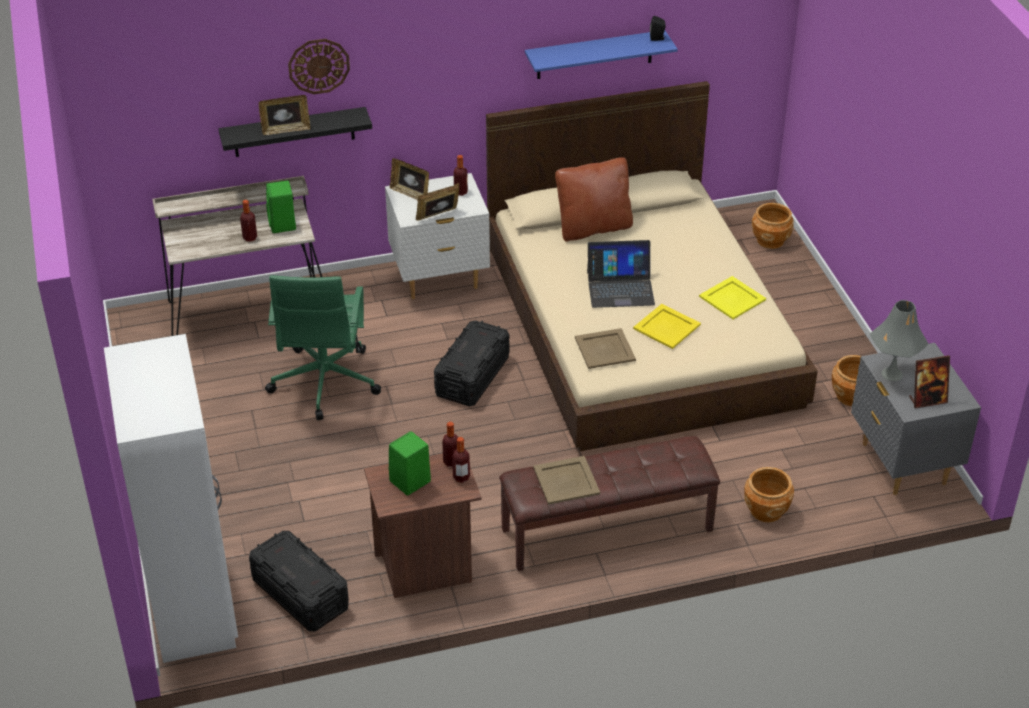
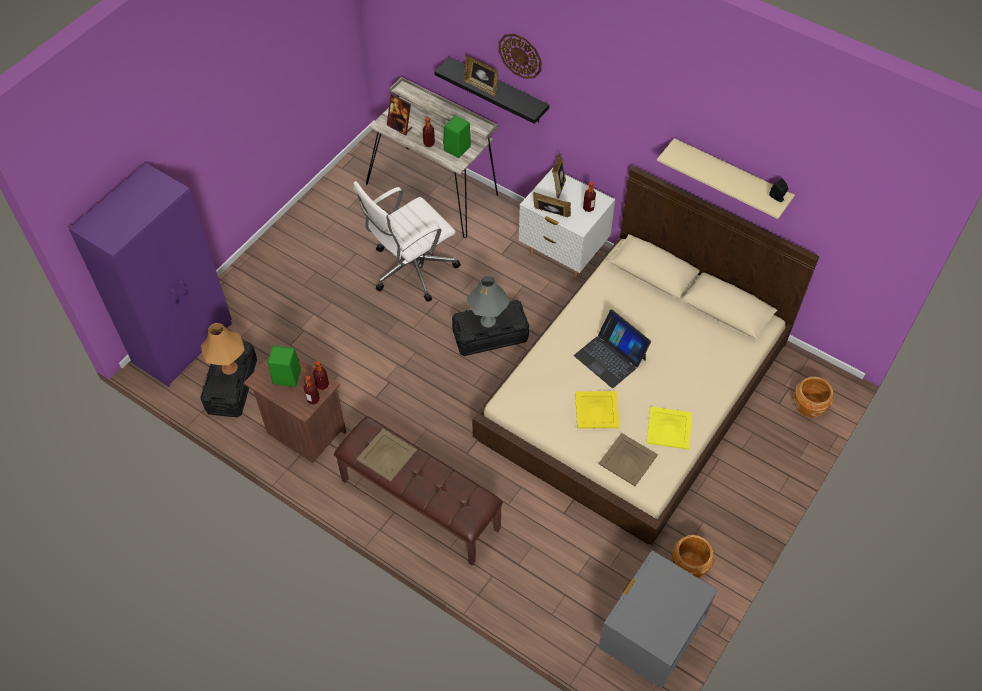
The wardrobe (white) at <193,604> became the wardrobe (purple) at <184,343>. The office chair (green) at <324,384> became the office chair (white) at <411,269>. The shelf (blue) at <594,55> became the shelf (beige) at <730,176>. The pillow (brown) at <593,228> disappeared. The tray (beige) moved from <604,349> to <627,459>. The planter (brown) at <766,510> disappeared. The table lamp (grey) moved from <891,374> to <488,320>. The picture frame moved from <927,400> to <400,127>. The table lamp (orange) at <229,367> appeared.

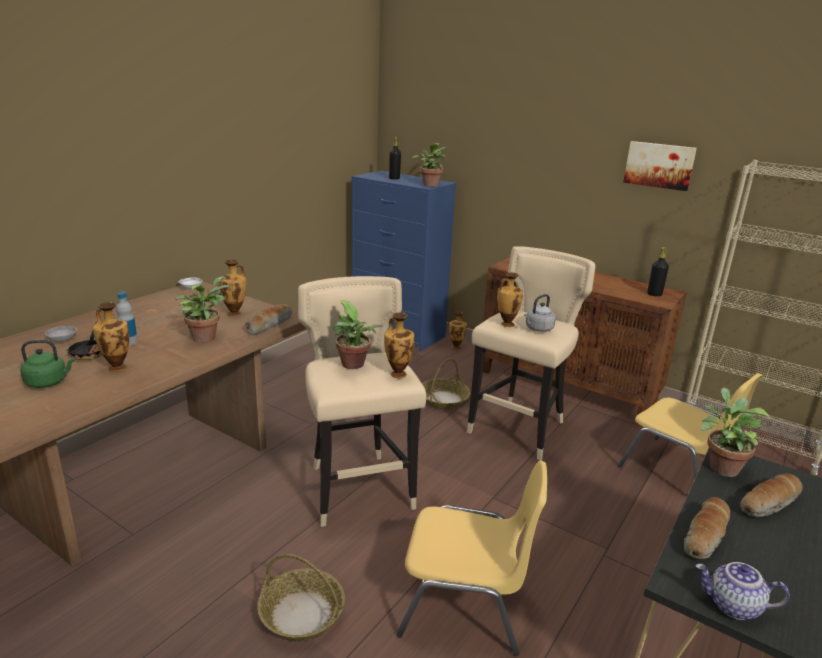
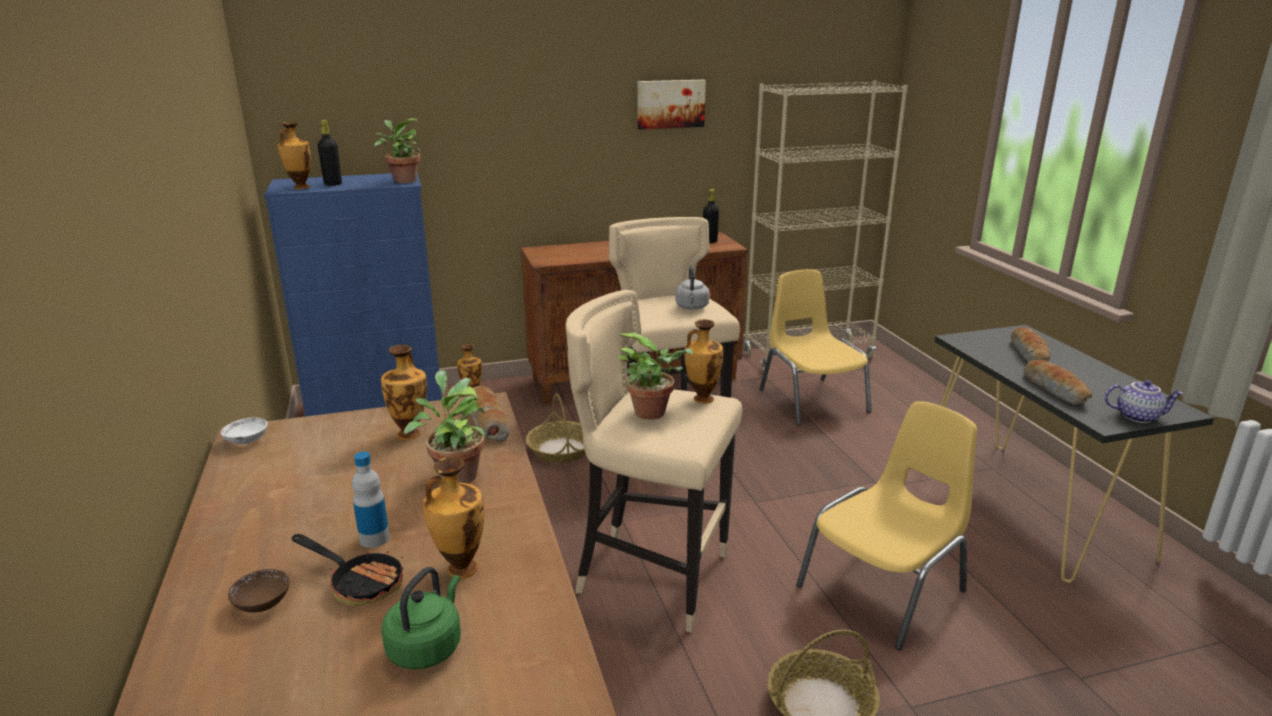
The bowl (grey) at <62,340> became the bowl (brown) at <263,603>. The vase moved from <506,324> to <300,187>. The chair (yellow) at <677,471> turned 105 degrees counterclockwise. The teapot at <733,606> turned 135 degrees counterclockwise. The potted plant at <720,466> disappeared.

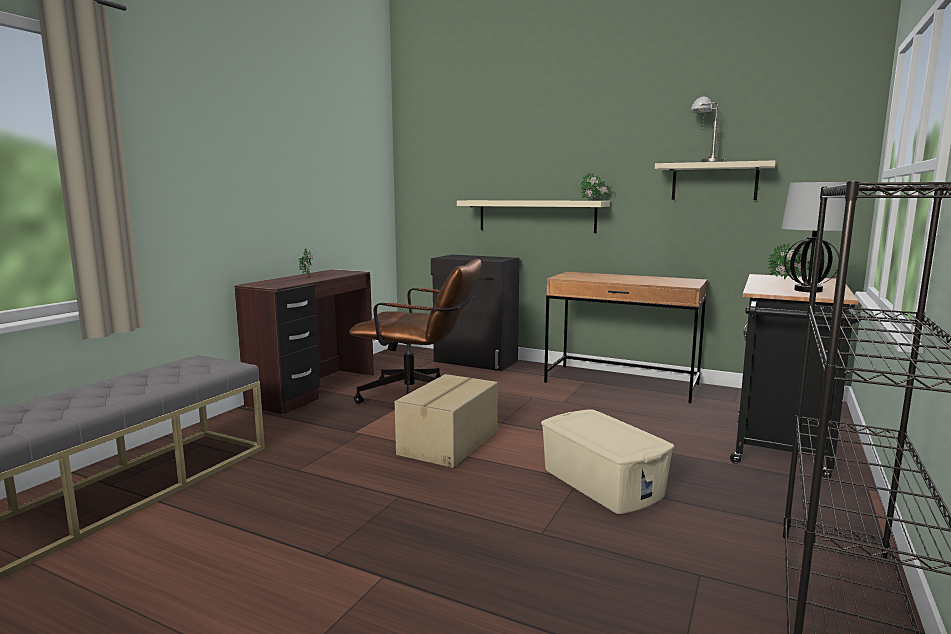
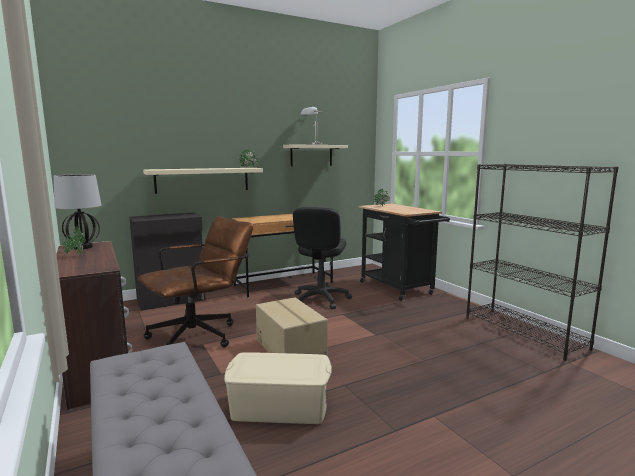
The storage box (beige) moved from <602,482> to <279,406>. The table lamp moved from <808,290> to <83,247>. The office chair (black) at <320,299> appeared.

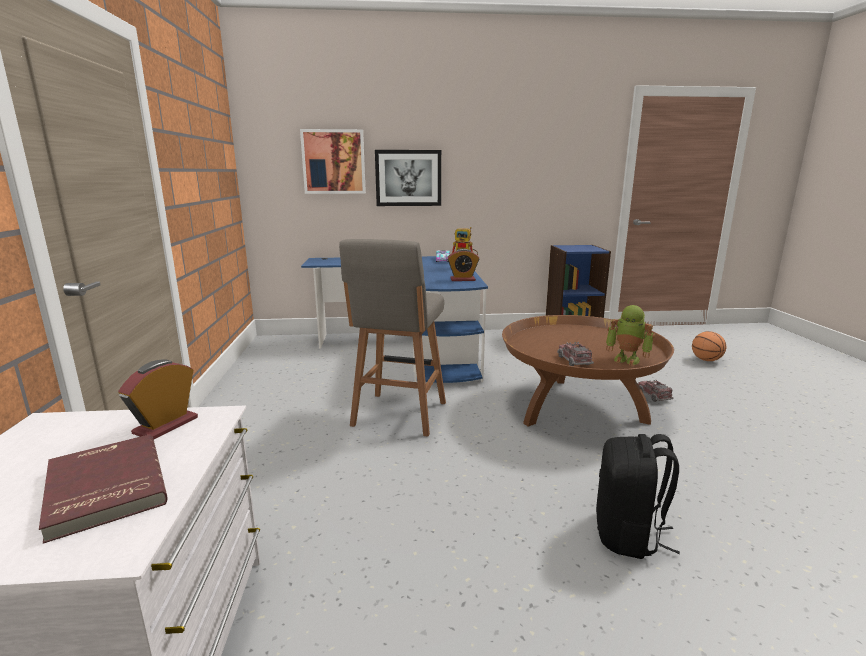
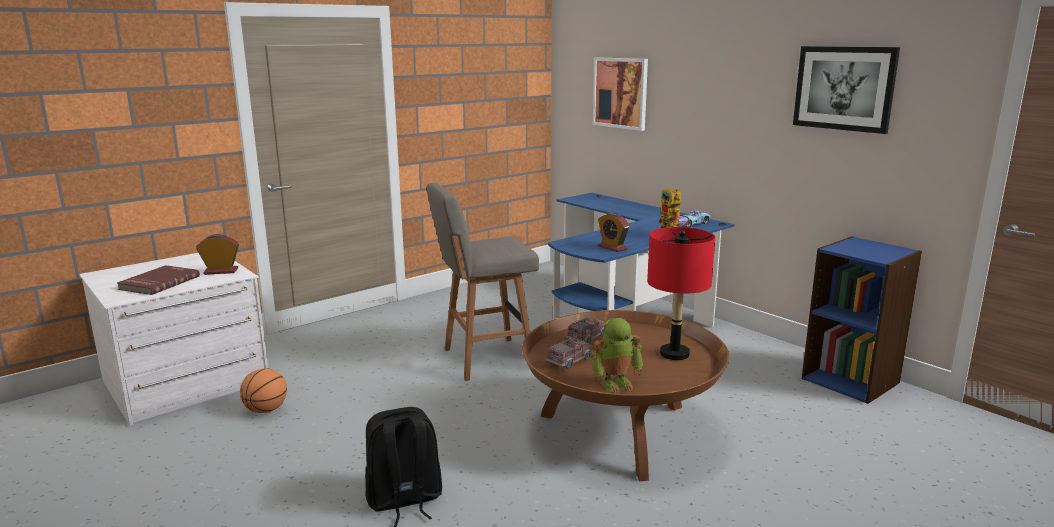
The picture moved from <408,178> to <844,88>. The toy robot at <627,359> turned 105 degrees counterclockwise. The toy truck moved from <653,396> to <587,337>. The basketball moved from <706,360> to <266,410>. The table lamp (red) at <674,354> appeared.

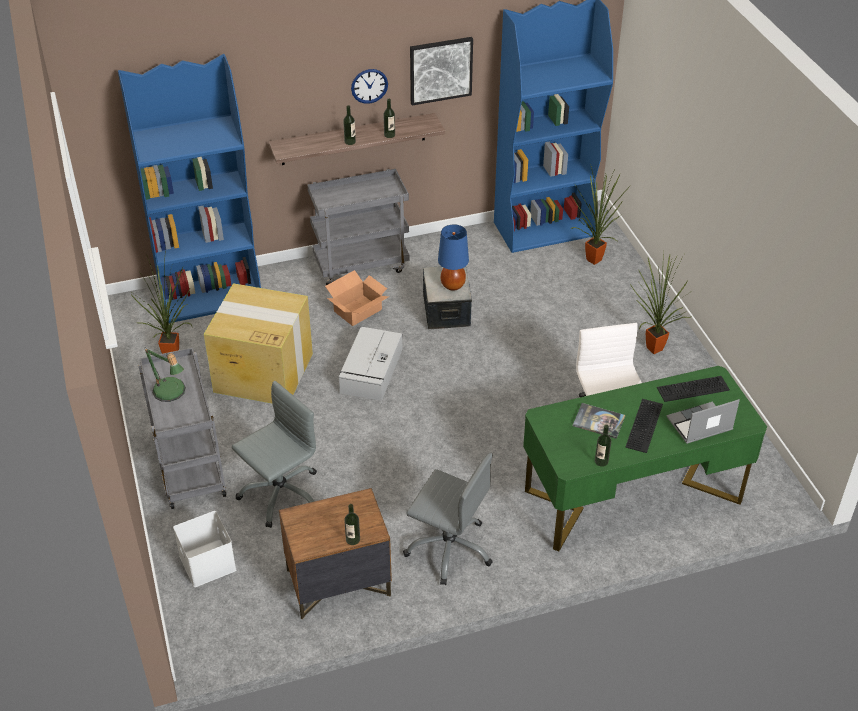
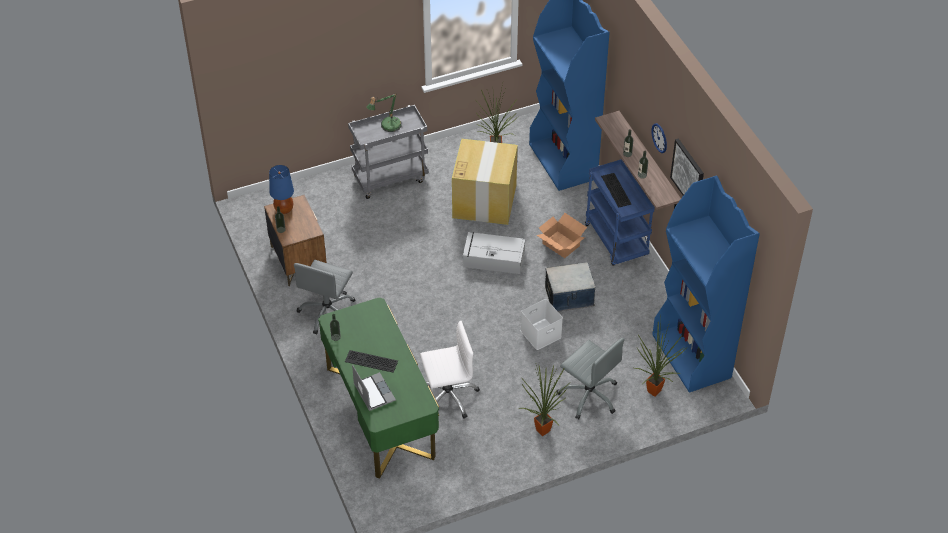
The storage box (white) moved from <206,562> to <541,333>. The office chair (grey) moved from <280,494> to <589,395>. The cart (grey) at <361,265> became the cart (blue) at <617,241>. The table lamp (blue) moved from <452,285> to <284,209>. The book at <598,421> disappeared. The keyboard moved from <693,390> to <615,190>.

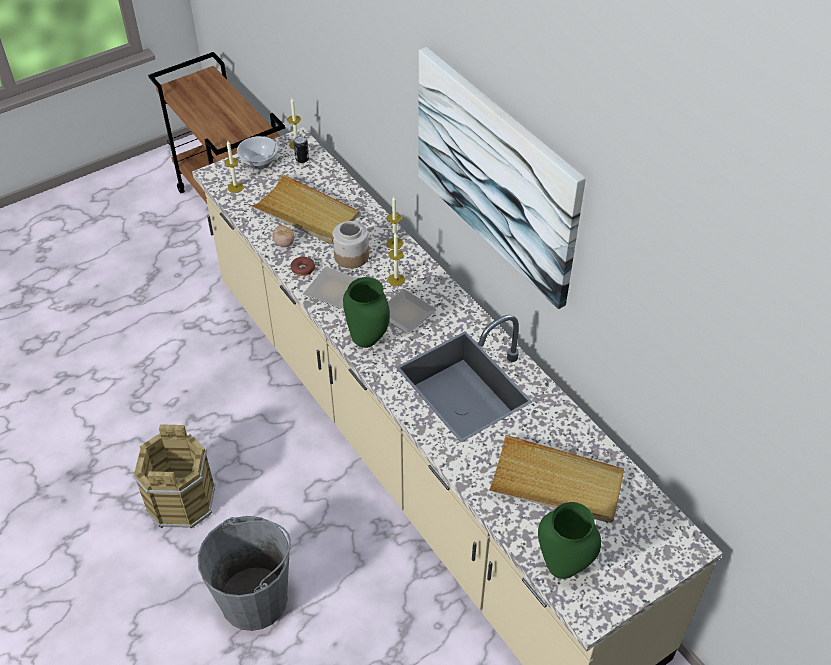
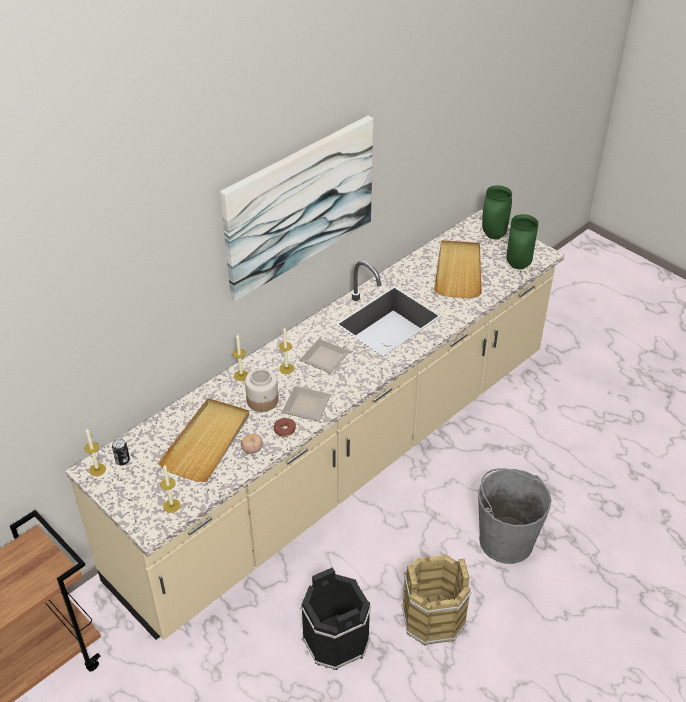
The bowl at <259,162> disappeared. The vase (green) moved from <367,341> to <494,236>. The bucket (black) at <335,640> appeared.

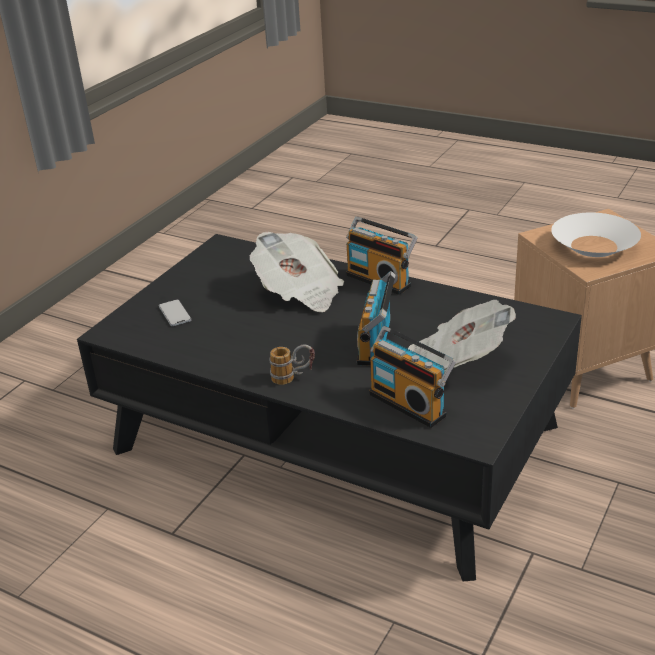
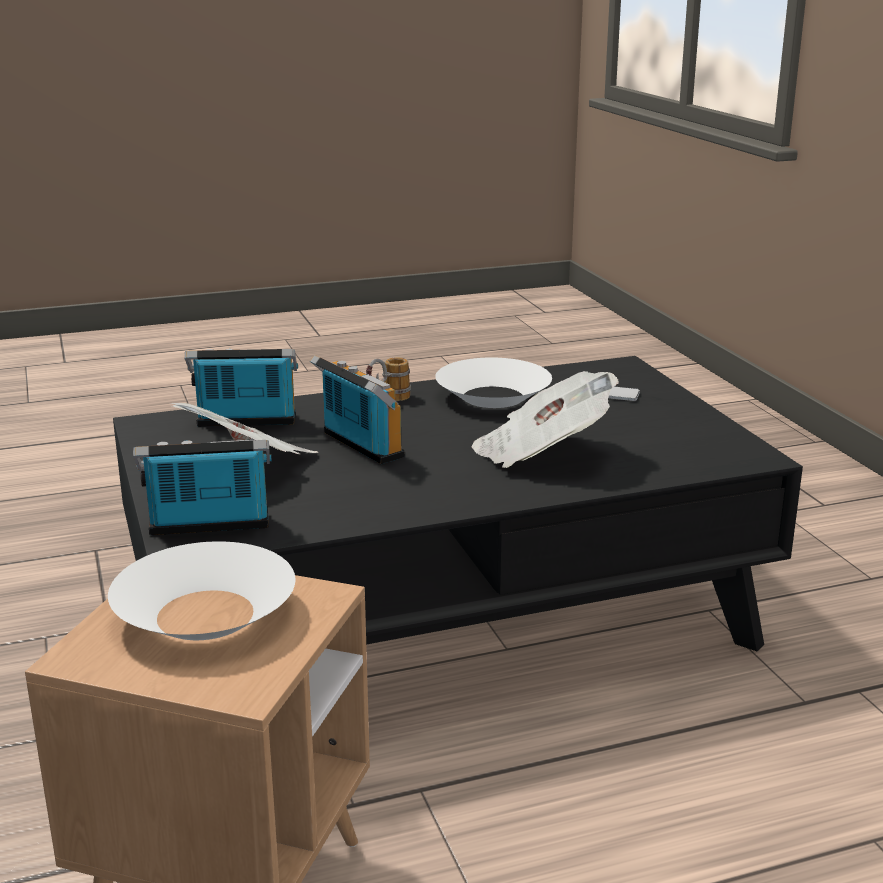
The radio moved from <380,279> to <209,527>. The bowl (white) at <493,397> appeared.

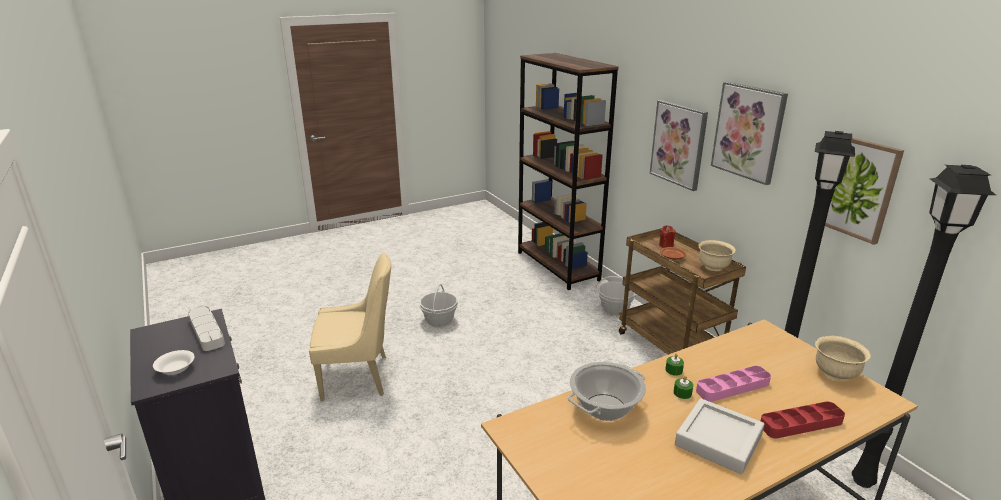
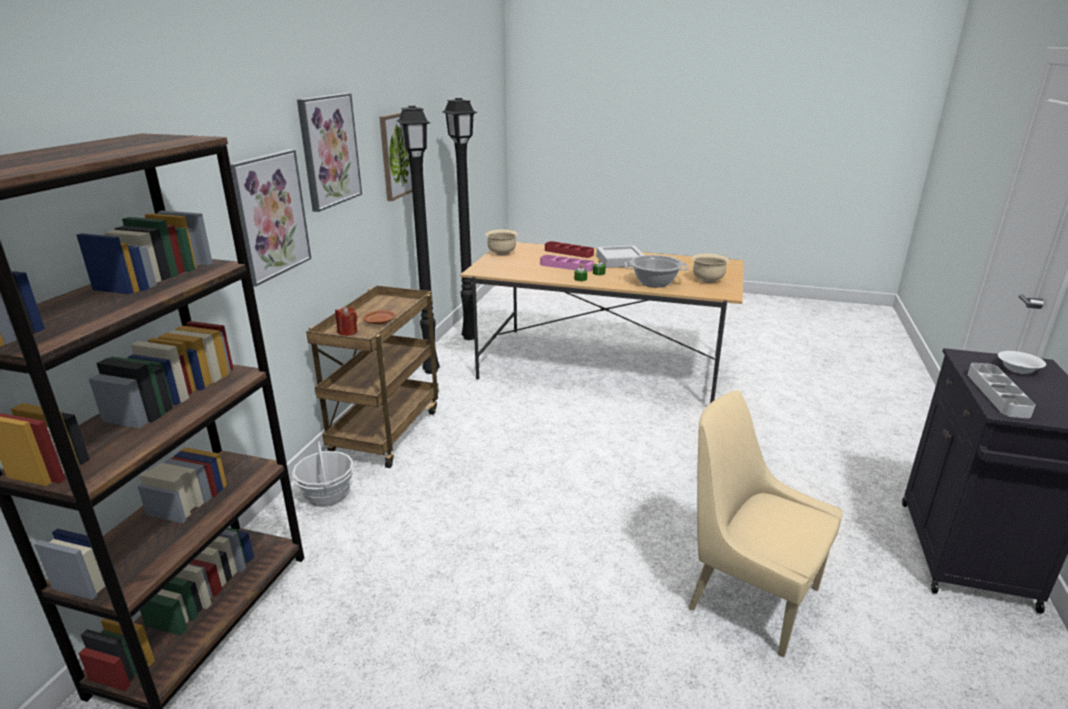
The basket at <439,320> disappeared. The bowl (beige) moved from <713,267> to <708,280>.

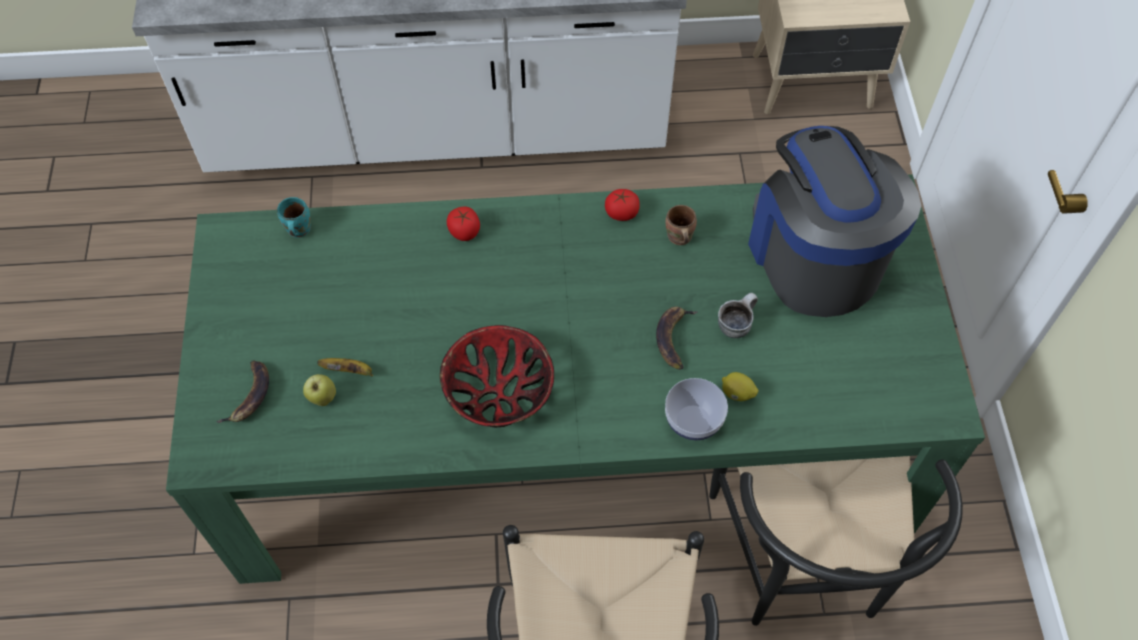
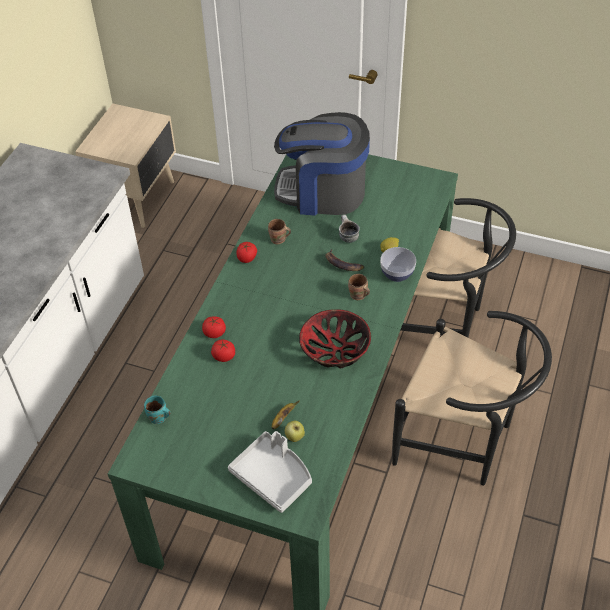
The banana at <250,396> was replaced by the tray (grey) at <273,476>. The tomato at <224,356> appeared. The mug (brown) at <358,296> appeared.

